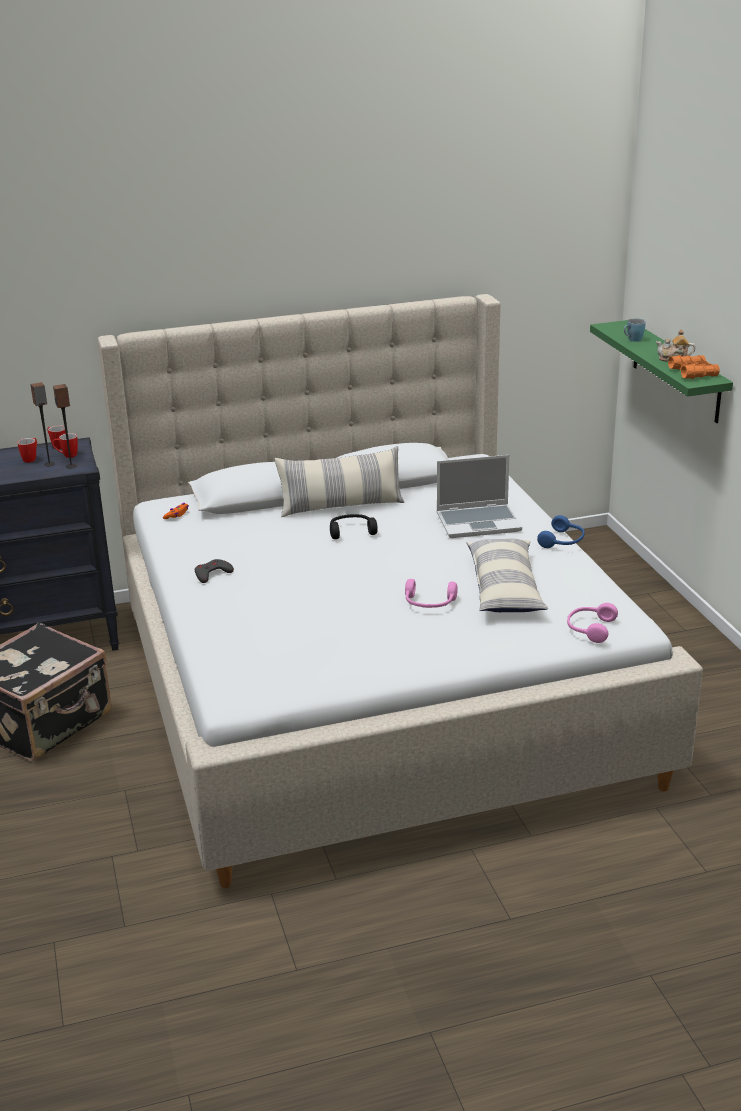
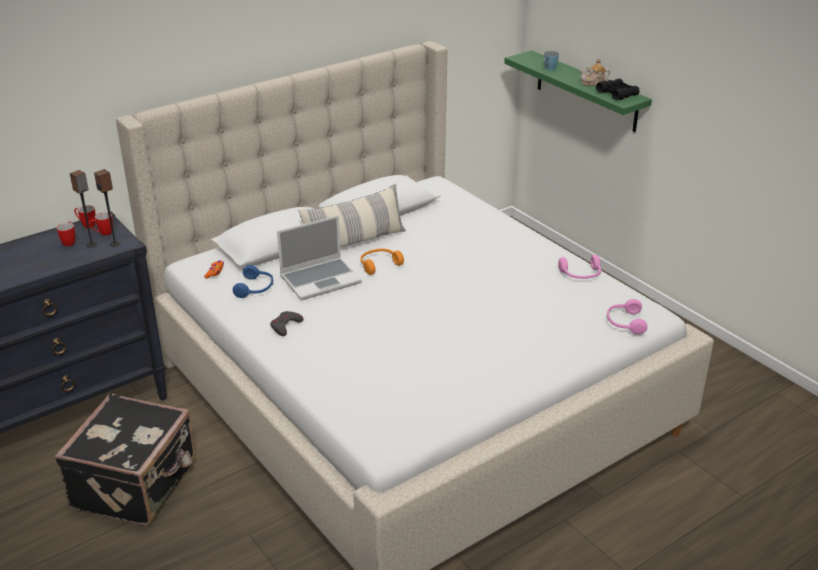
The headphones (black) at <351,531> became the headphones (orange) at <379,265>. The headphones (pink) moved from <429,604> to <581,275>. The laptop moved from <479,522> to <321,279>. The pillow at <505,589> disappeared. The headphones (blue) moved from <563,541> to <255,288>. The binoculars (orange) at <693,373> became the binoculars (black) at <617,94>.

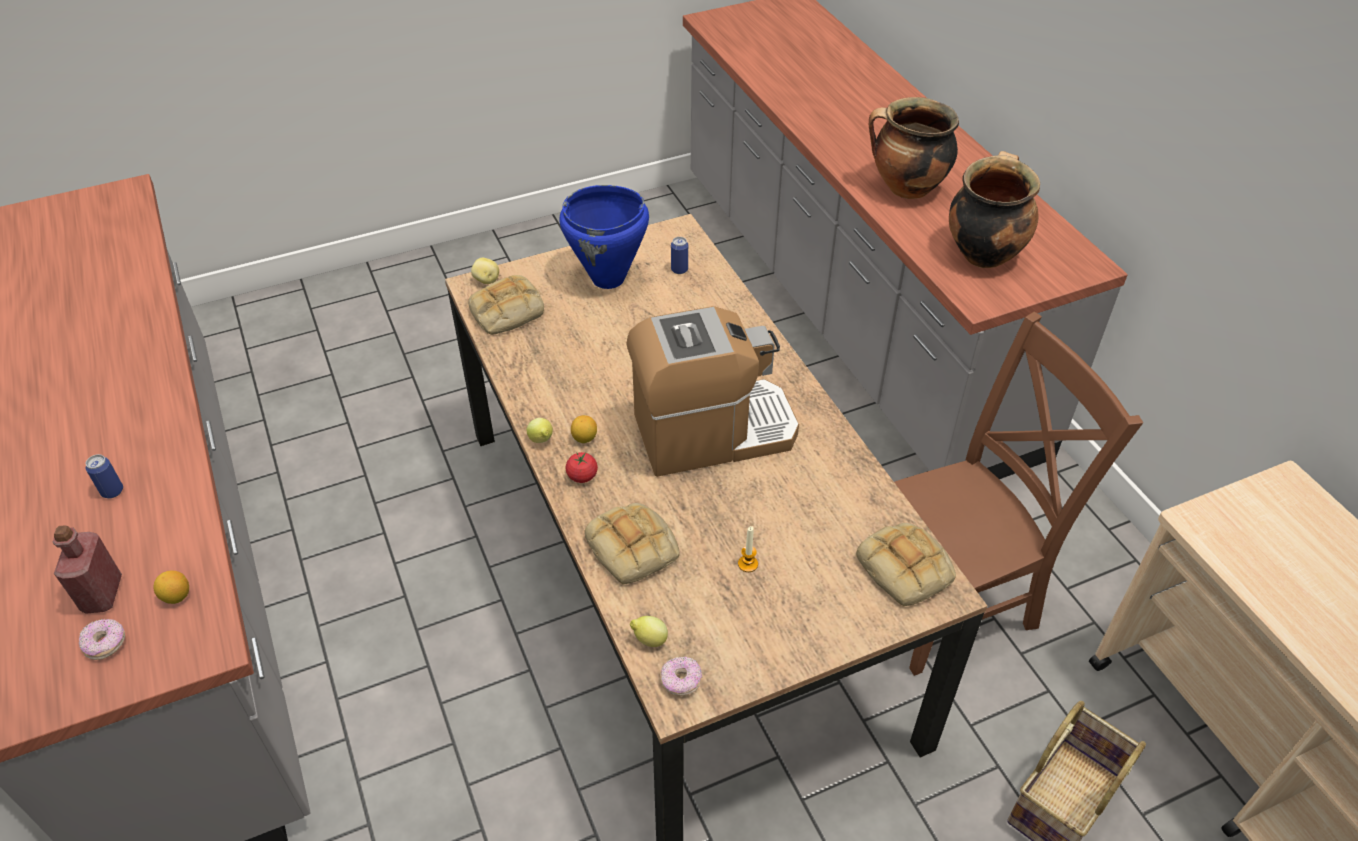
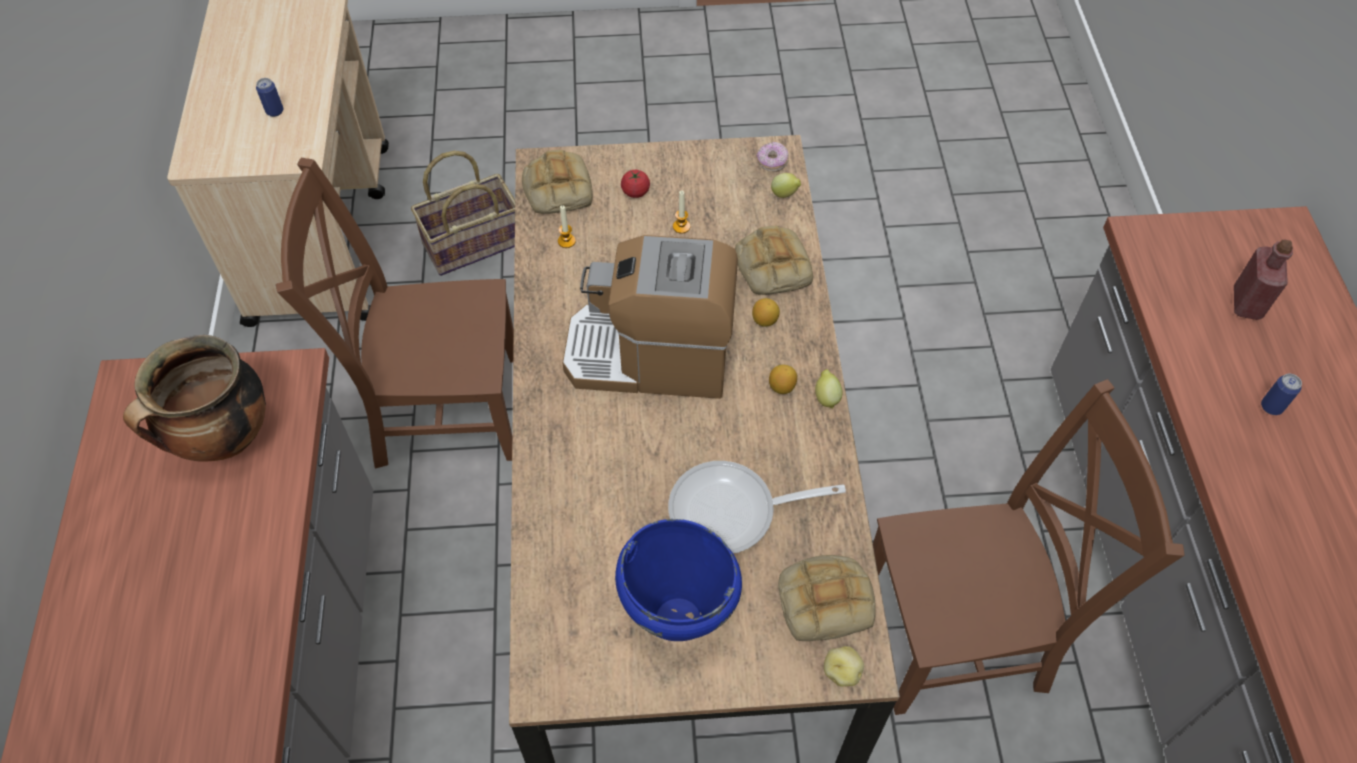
The donut at <106,644> disappeared. The lemon moved from <176,596> to <765,320>. The tomato moved from <582,476> to <635,192>. The can moved from <679,269> to <275,111>. The cooking pot at <906,189> disappeared. The candle at <566,241> appeared. The frying pan at <732,512> appeared. The chair (brown) at <961,634> appeared.

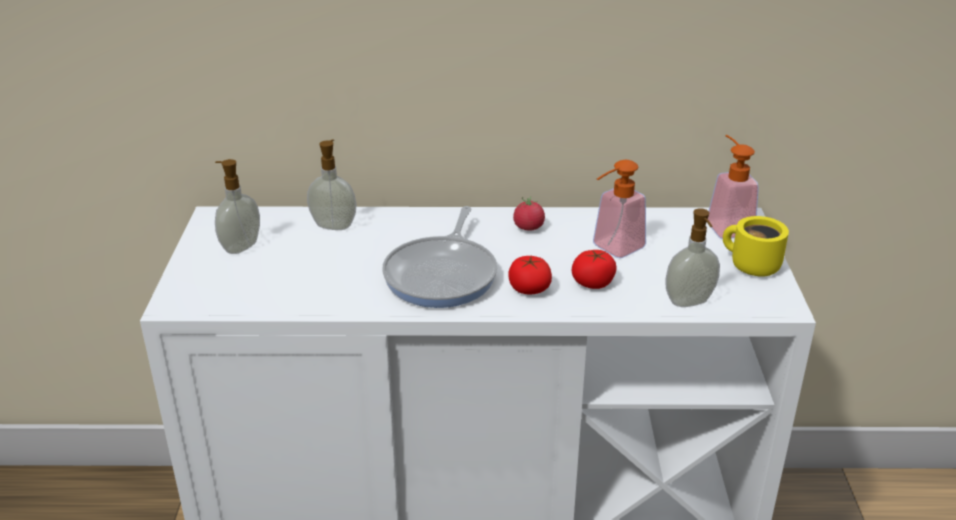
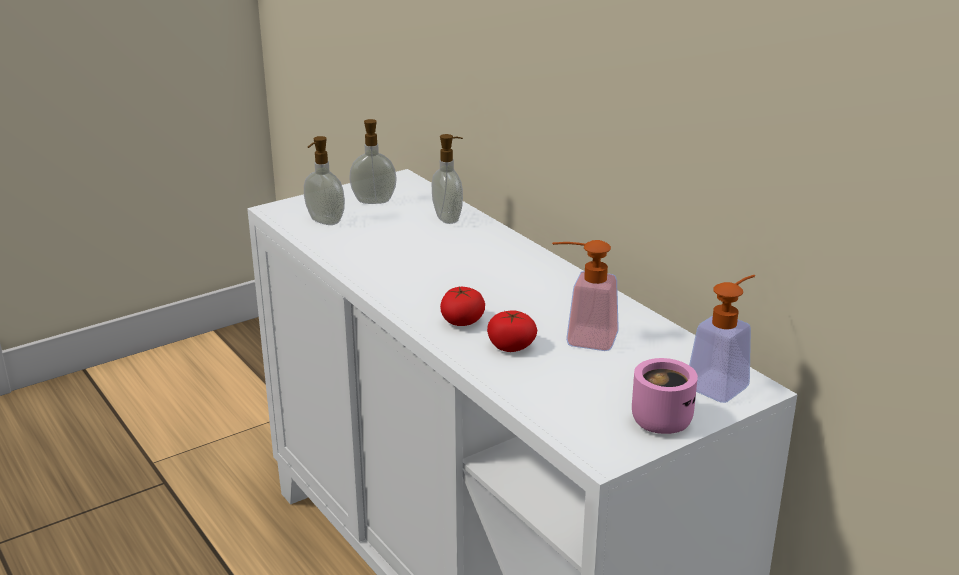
The frying pan at <443,275> disappeared. The tomato at <528,227> disappeared. The soap dispenser moved from <689,302> to <324,221>. The mug (yellow) at <750,266> became the mug (pink) at <657,418>.

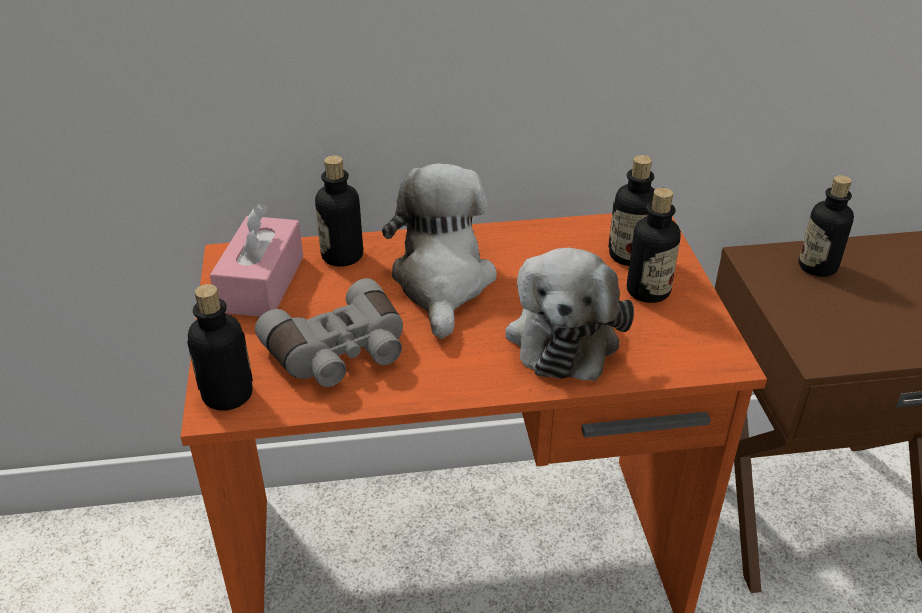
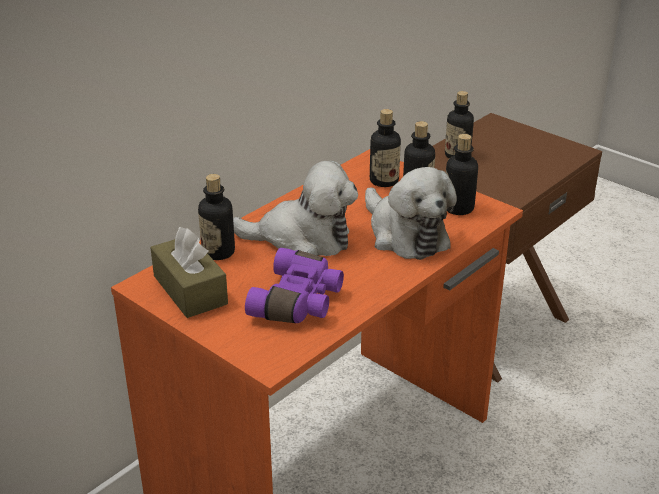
The bottle moved from <227,395> to <458,208>. The tissue box (pink) at <262,283> became the tissue box (brown) at <190,290>. The binoculars (grey) at <340,354> became the binoculars (purple) at <299,301>. The plush toy at <442,283> turned 135 degrees clockwise.

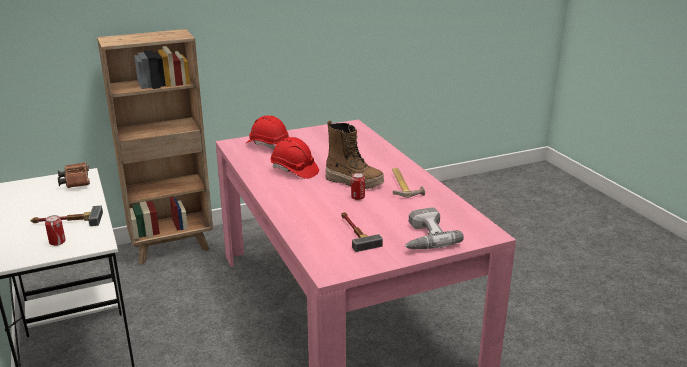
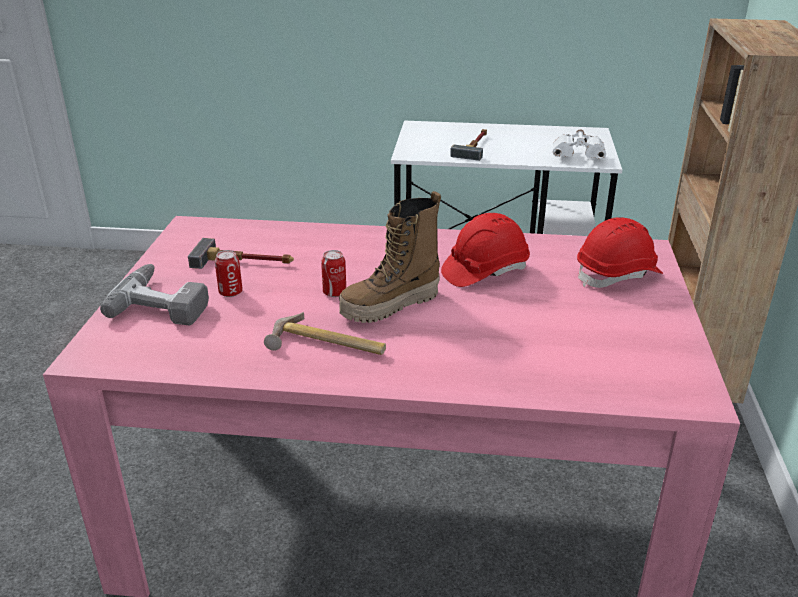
The can moved from <57,242> to <230,292>. The binoculars (brown) at <76,182> became the binoculars (white) at <579,157>.

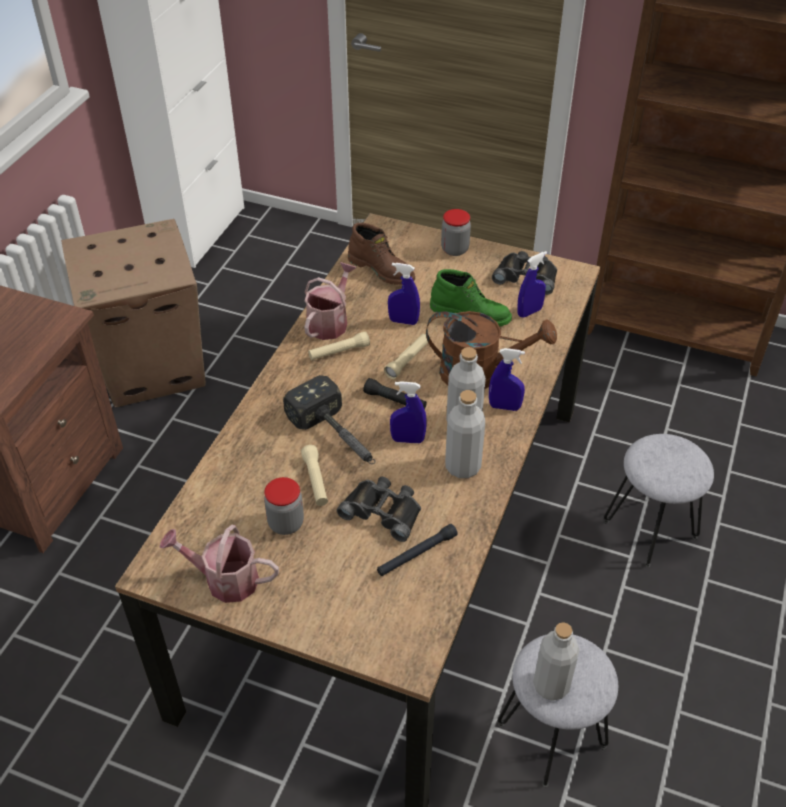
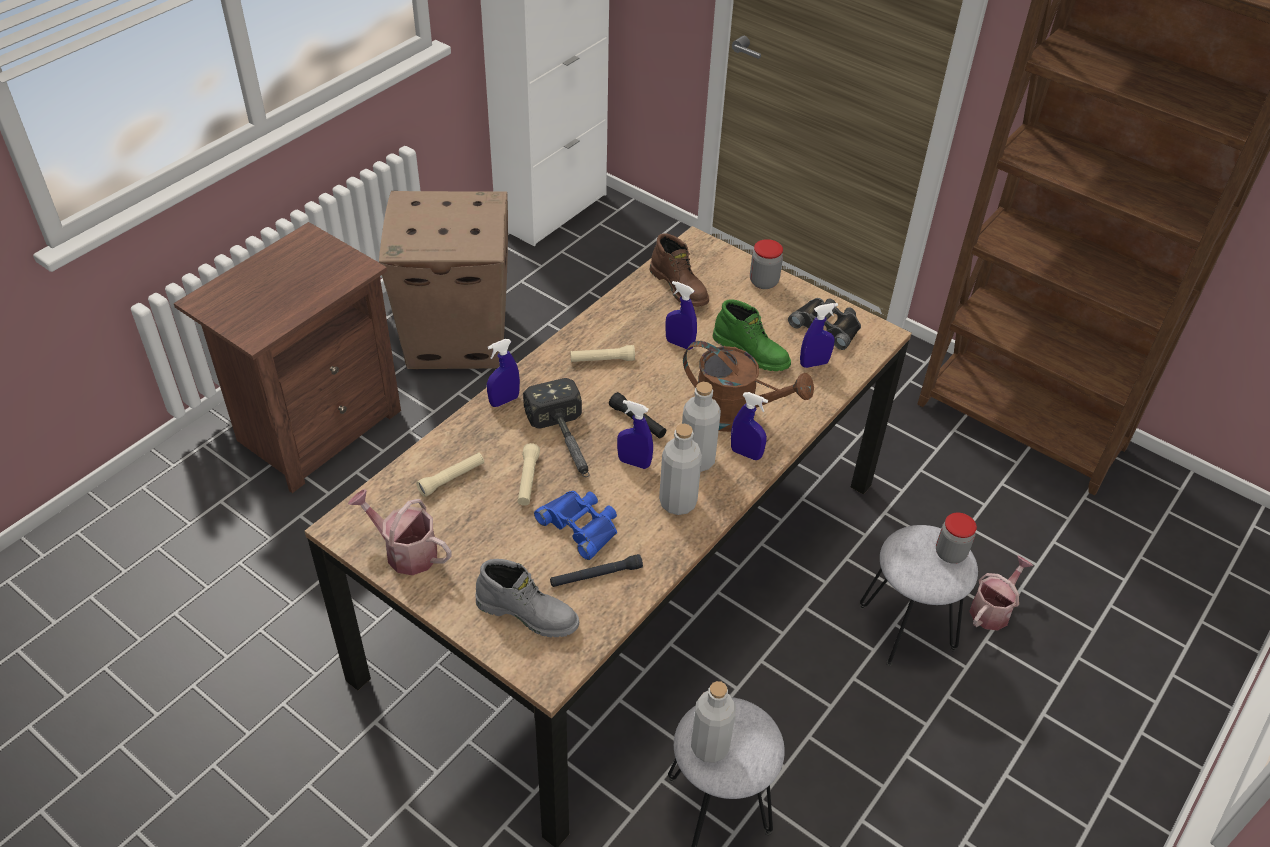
The jar moved from <286,523> to <950,553>. The watering can moved from <330,322> to <993,609>. The binoculars (black) at <383,511> became the binoculars (blue) at <581,525>. The flashlight (beige) moved from <407,360> to <452,479>. The boot (grey) at <528,613> appeared. The spray bottle (blue) at <504,401> appeared.

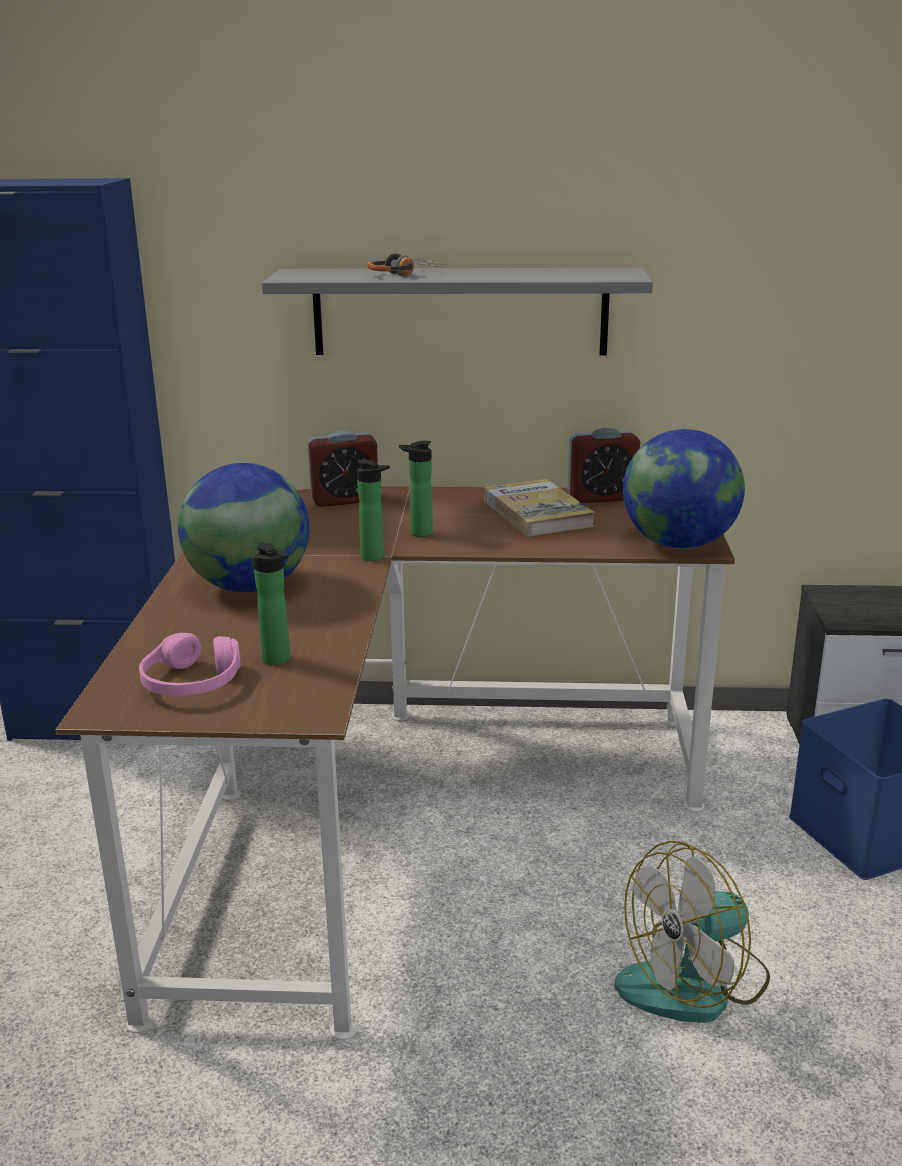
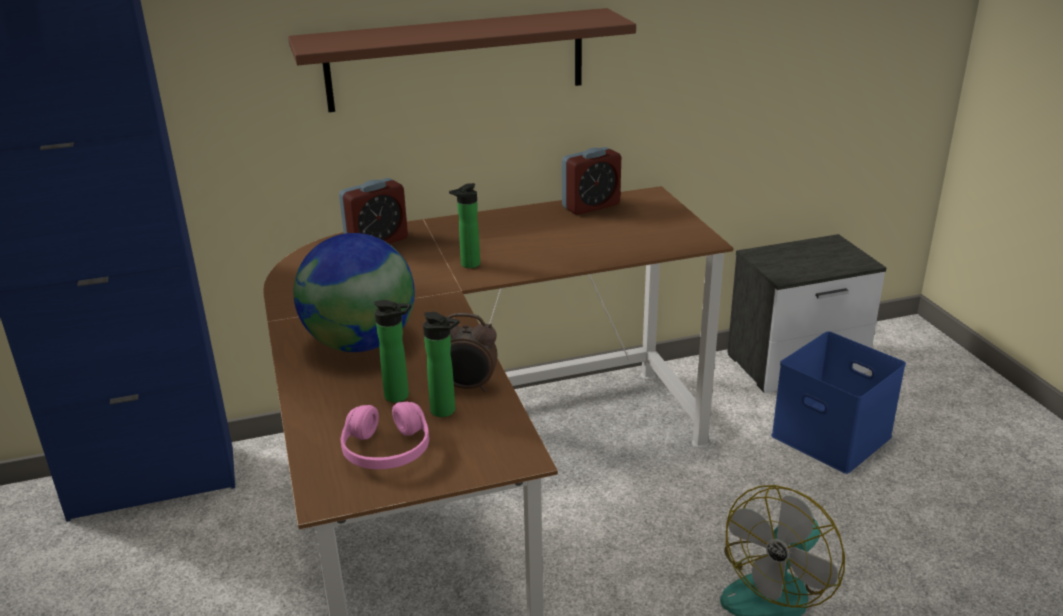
The shelf (grey) at <460,311> became the shelf (brown) at <456,60>. The bottle moved from <375,558> to <400,396>. The headphones at <404,274> disappeared. The book at <537,513> disappeared. The globe at <678,544> disappeared. The alarm clock at <468,387> appeared.

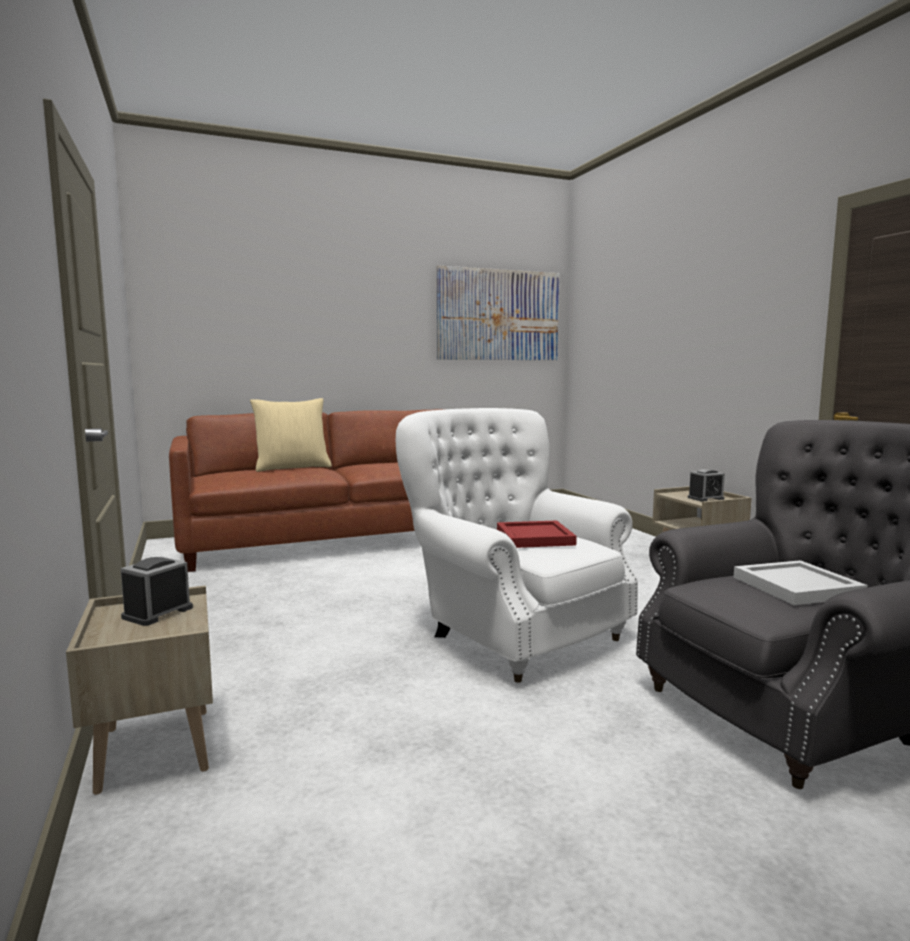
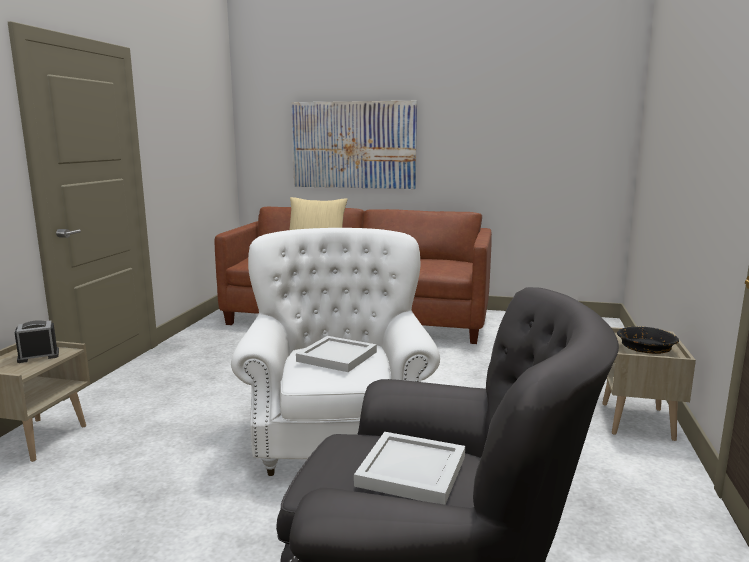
The picture moved from <498,315> to <353,145>. The tray (red) at <534,538> became the tray (white) at <335,357>. The alarm clock at <705,498> was replaced by the bowl (black) at <646,349>.

